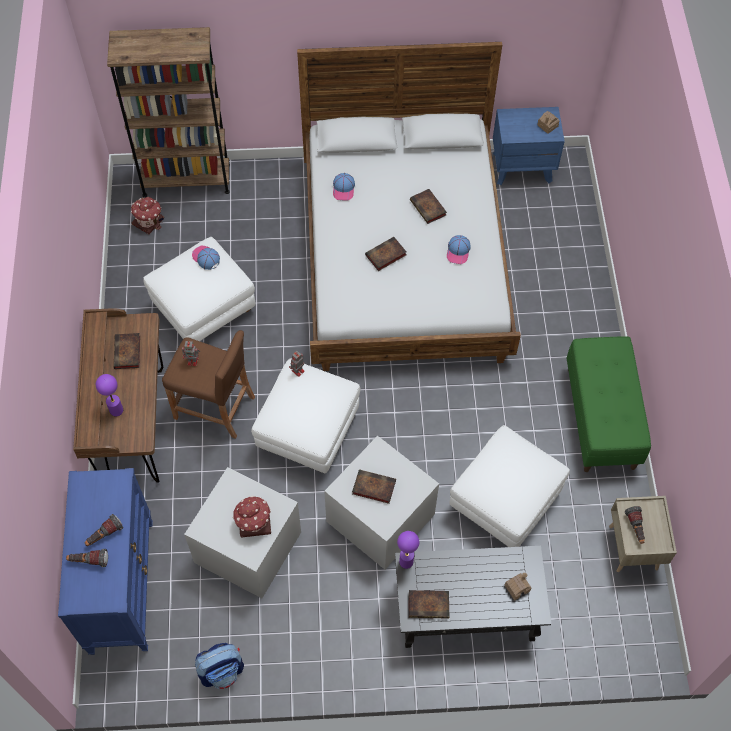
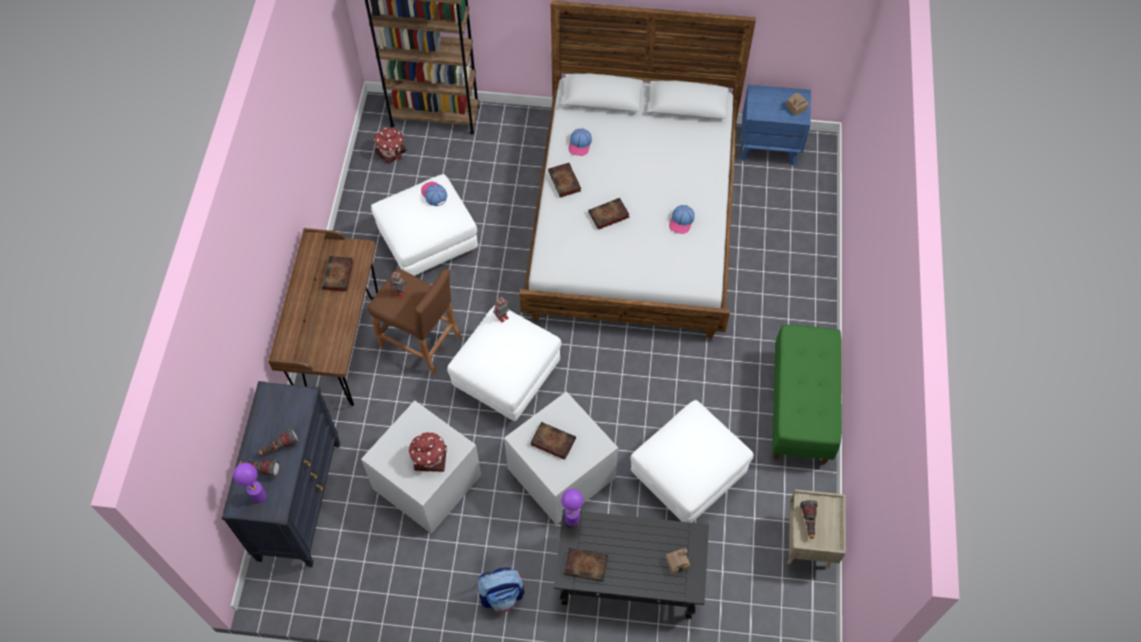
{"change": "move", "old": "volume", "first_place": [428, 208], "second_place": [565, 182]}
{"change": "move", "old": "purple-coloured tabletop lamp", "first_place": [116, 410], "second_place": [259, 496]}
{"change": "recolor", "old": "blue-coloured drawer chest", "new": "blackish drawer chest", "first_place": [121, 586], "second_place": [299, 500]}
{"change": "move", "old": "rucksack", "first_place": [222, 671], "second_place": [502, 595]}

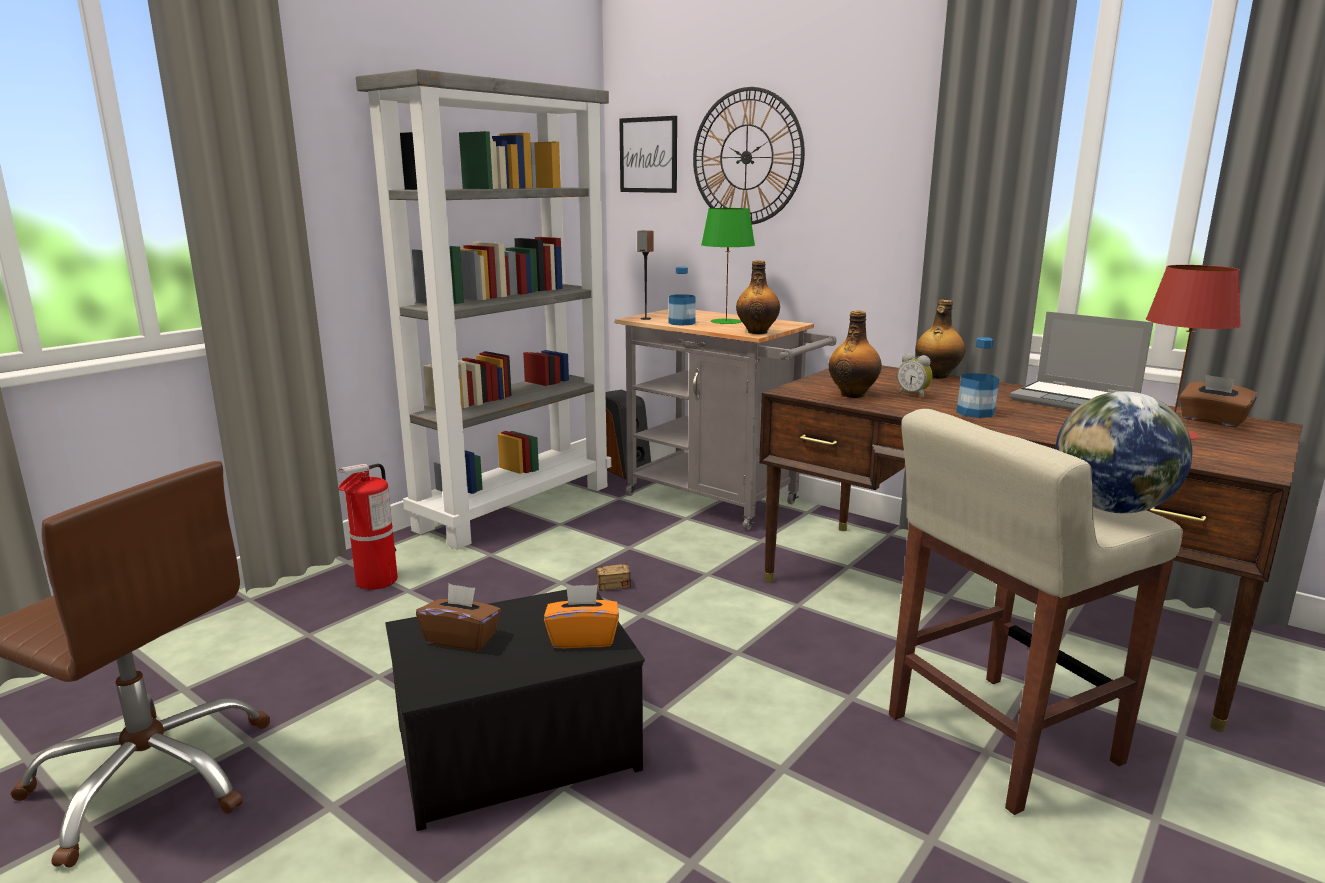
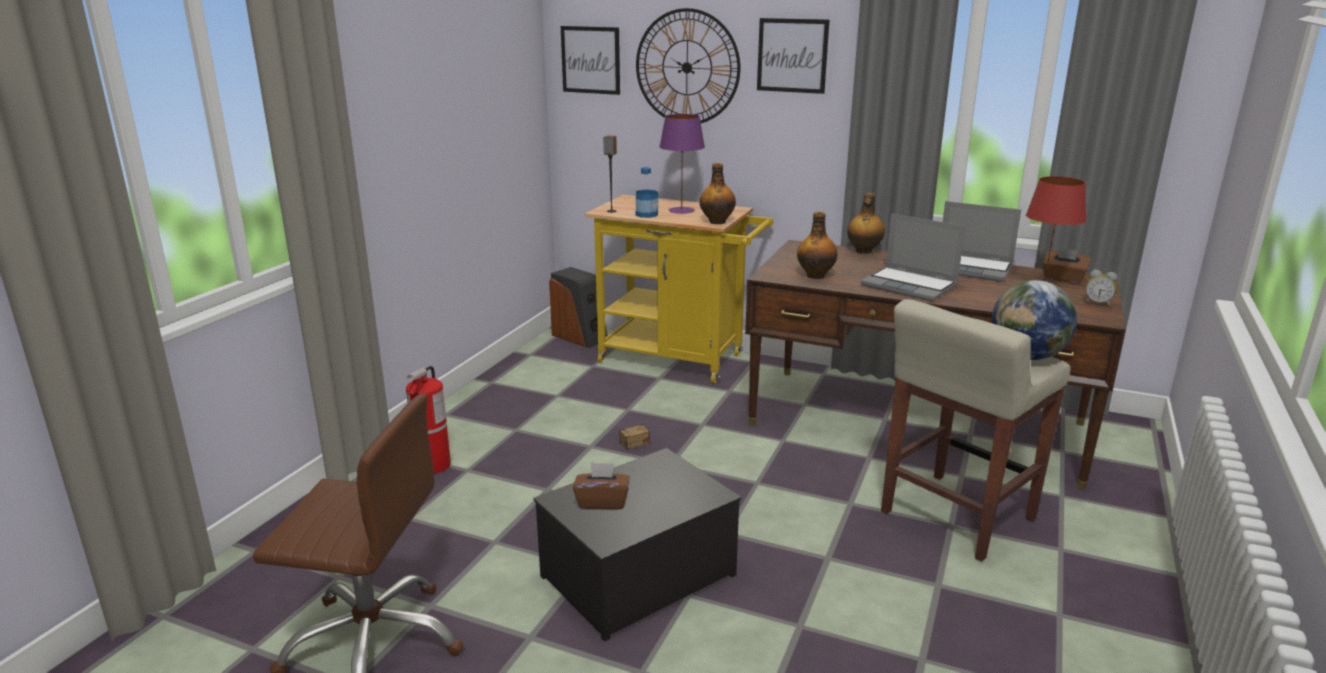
{"change": "delete", "old": "gray bookcase", "first_place": [515, 506]}
{"change": "recolor", "old": "greenish tabletop lamp", "new": "purple-coloured tabletop lamp", "first_place": [726, 321], "second_place": [681, 210]}
{"change": "recolor", "old": "gray wheeled cart", "new": "yellow wheeled cart", "first_place": [720, 501], "second_place": [679, 360]}
{"change": "replace", "old": "drink bottle", "new": "laptop", "first_place": [975, 413], "second_place": [910, 286]}
{"change": "move", "old": "alarm clock", "first_place": [914, 394], "second_place": [1098, 304]}
{"change": "delete", "old": "orangey box of tissues", "first_place": [582, 638]}
{"change": "insert", "new": "picture", "second_place": [792, 55]}

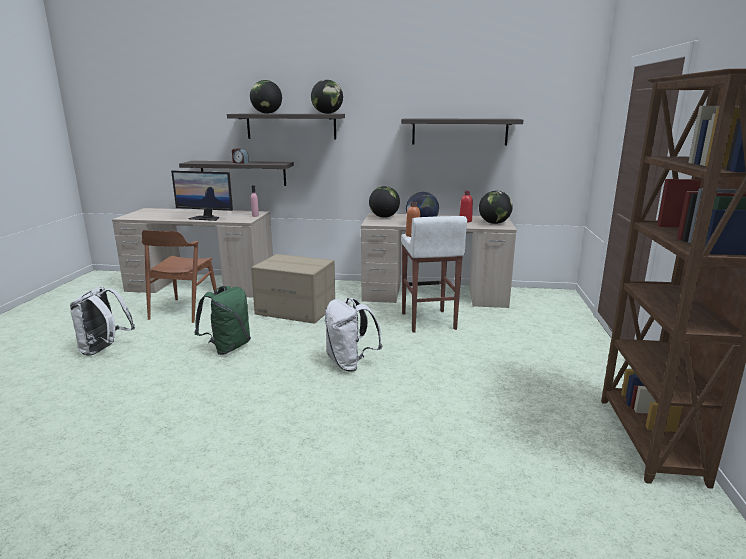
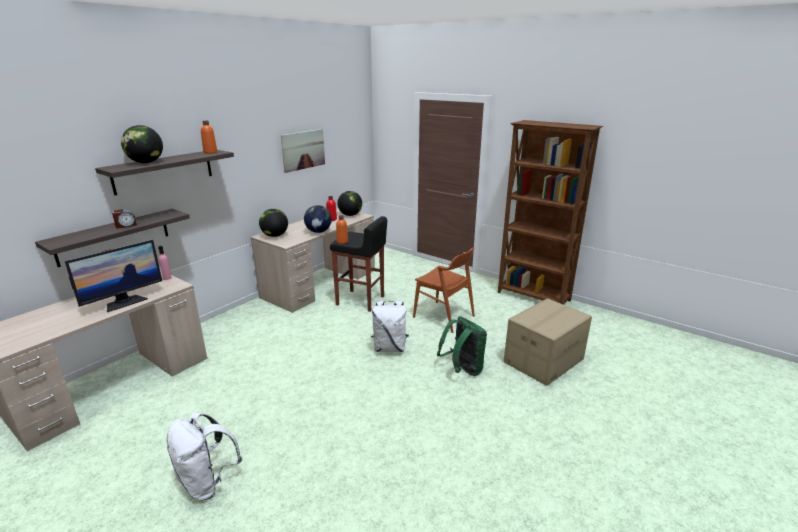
{"change": "replace", "old": "desk globe", "new": "orangey drink bottle", "first_place": [327, 113], "second_place": [210, 152]}
{"change": "replace", "old": "bracket shelf", "new": "picture", "first_place": [459, 131], "second_place": [303, 150]}
{"change": "recolor", "old": "white sitting stool", "new": "blackish sitting stool", "first_place": [428, 321], "second_place": [360, 301]}
{"change": "move", "old": "brown upright chair", "first_place": [184, 310], "second_place": [444, 316]}
{"change": "move", "old": "packing box", "first_place": [296, 310], "second_place": [543, 360]}
{"change": "move", "old": "greenish rucksack", "first_place": [228, 347], "second_place": [462, 370]}

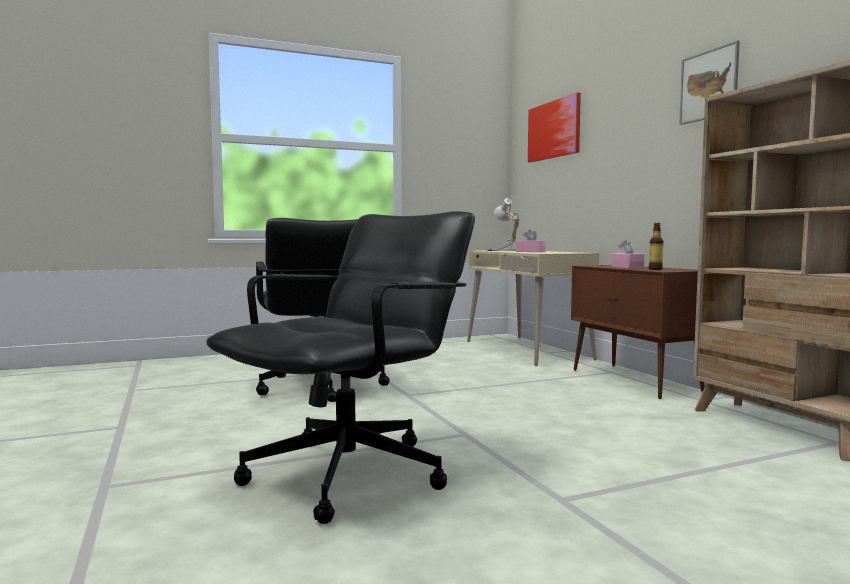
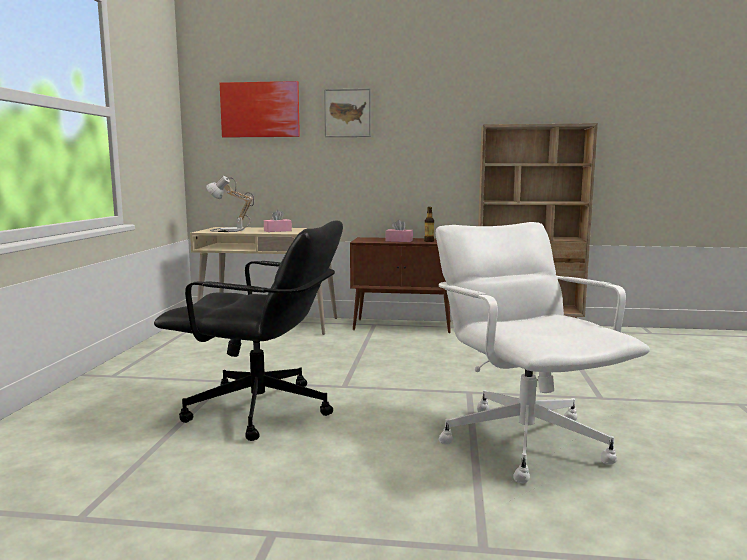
{"change": "move", "old": "picture", "first_place": [708, 85], "second_place": [347, 113]}
{"change": "recolor", "old": "blackish office chair", "new": "white office chair", "first_place": [350, 474], "second_place": [524, 441]}

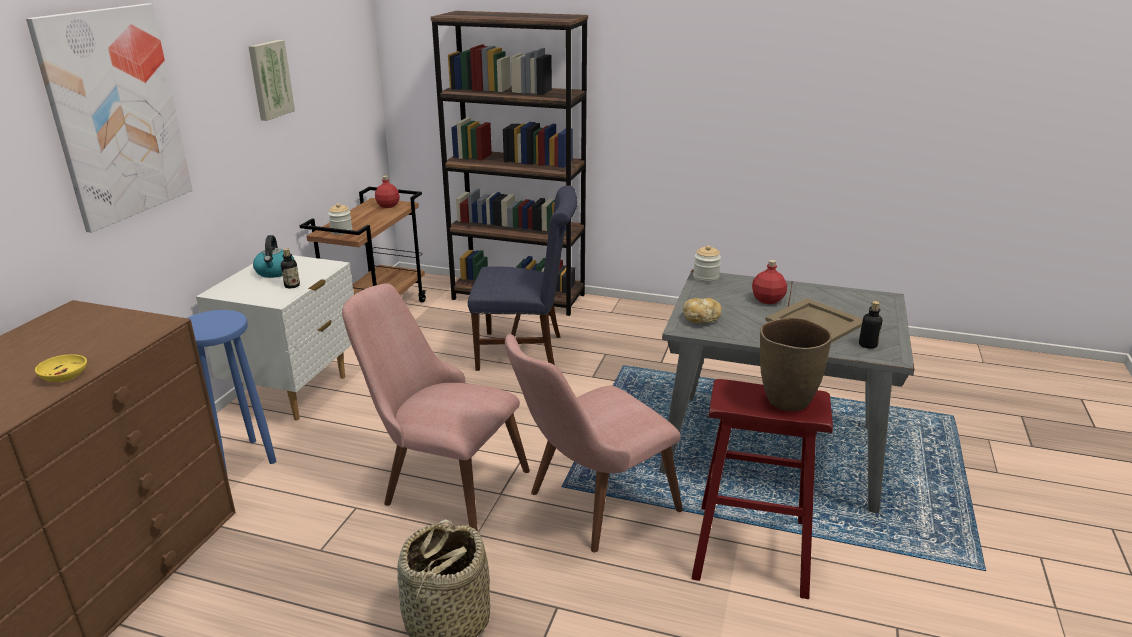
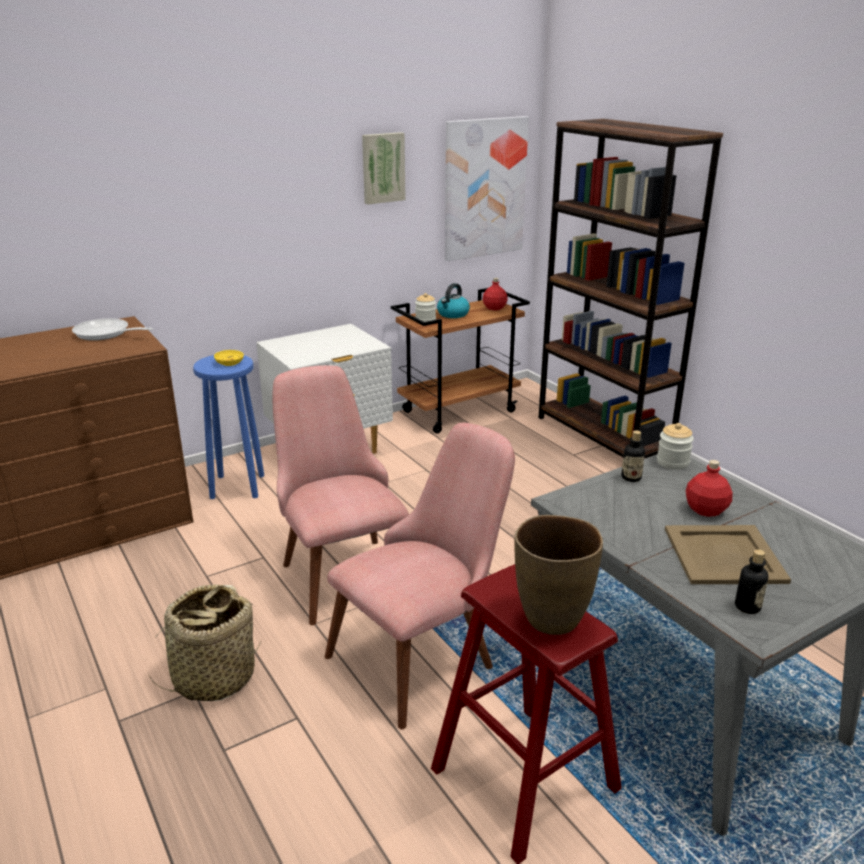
{"change": "move", "old": "picture", "first_place": [116, 115], "second_place": [484, 188]}
{"change": "delete", "old": "blue-coloured upright chair", "first_place": [526, 352]}
{"change": "move", "old": "kettle", "first_place": [275, 272], "second_place": [453, 314]}
{"change": "move", "old": "drink bottle", "first_place": [292, 285], "second_place": [631, 477]}
{"change": "delete", "old": "bread", "first_place": [701, 319]}
{"change": "rotate", "old": "pinkish upright chair", "first_place": [589, 508], "second_place": [425, 652], "degrees": 135}
{"change": "move", "old": "yellow serving bowl", "first_place": [65, 376], "second_place": [230, 363]}
{"change": "insert", "new": "skillet", "second_place": [105, 334]}

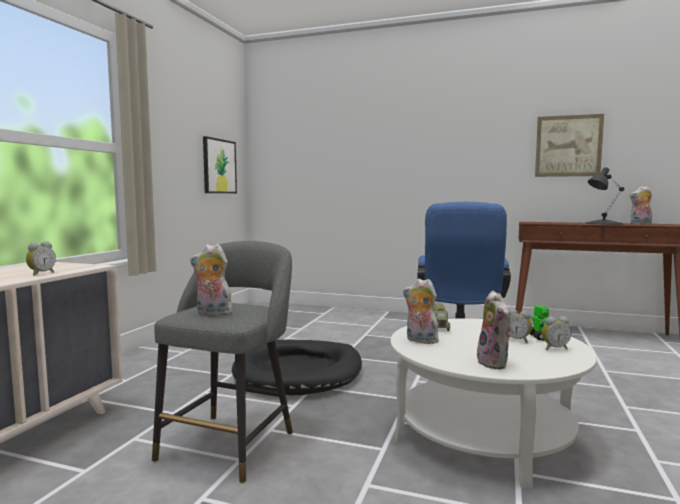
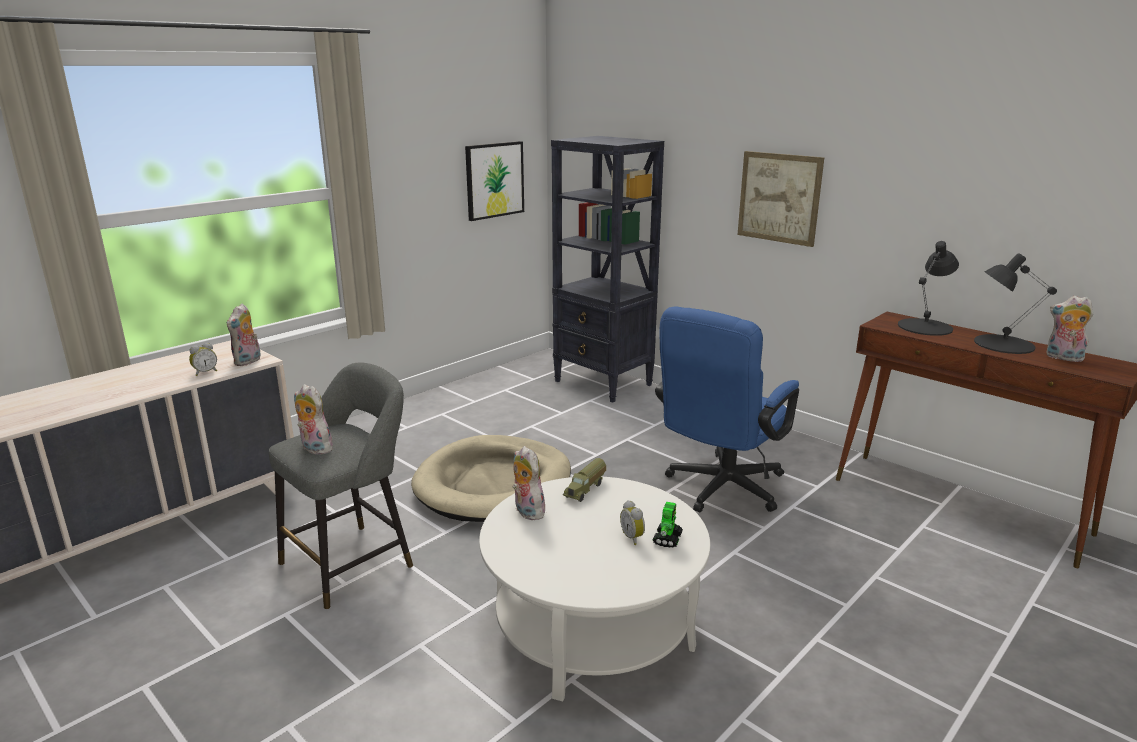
{"change": "move", "old": "picture", "first_place": [568, 146], "second_place": [779, 198]}
{"change": "move", "old": "plush toy", "first_place": [495, 363], "second_place": [248, 362]}
{"change": "delete", "old": "alarm clock", "first_place": [554, 348]}
{"change": "recolor", "old": "blackish dog cushion", "new": "sand-coloured dog cushion", "first_place": [298, 371], "second_place": [494, 484]}
{"change": "insert", "new": "blackish bookcase", "second_place": [603, 383]}
{"change": "insert", "new": "blackish tabletop lamp", "second_place": [925, 327]}

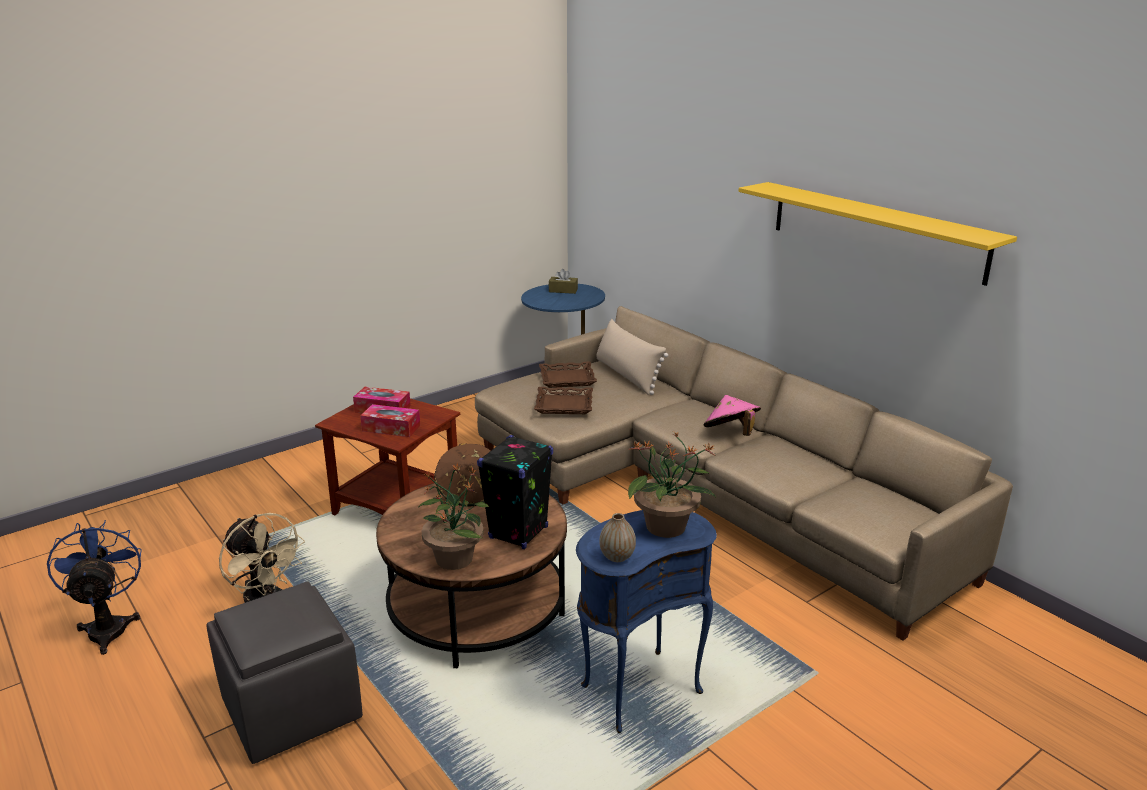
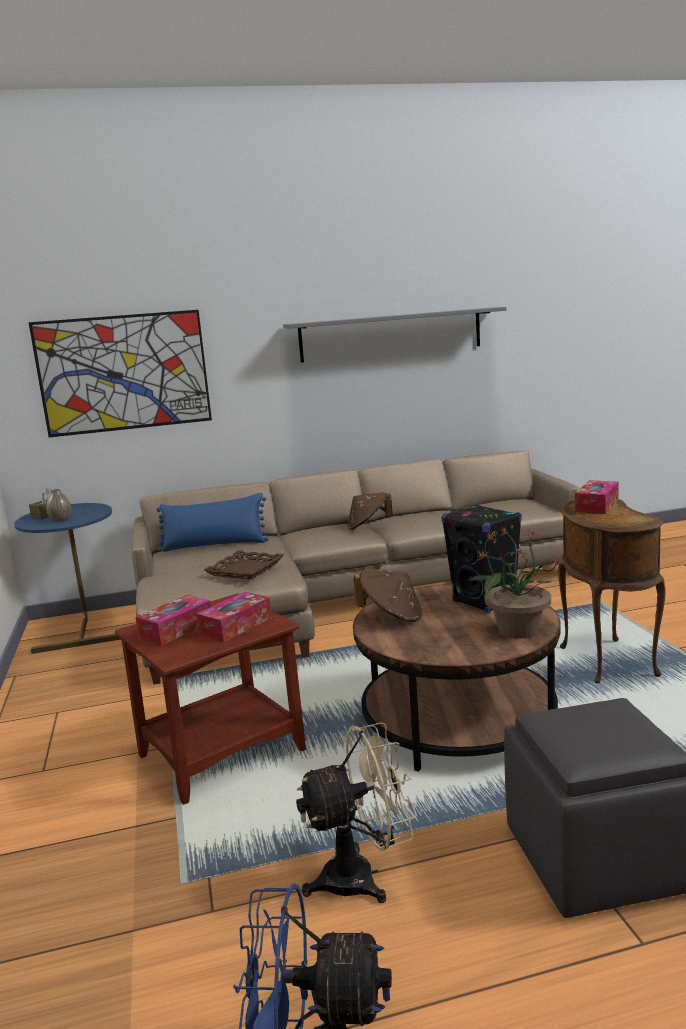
{"change": "recolor", "old": "yellow bracket shelf", "new": "gray bracket shelf", "first_place": [875, 230], "second_place": [391, 335]}
{"change": "recolor", "old": "sand-coloured pillow", "new": "blue-coloured pillow", "first_place": [627, 375], "second_place": [215, 545]}
{"change": "delete", "old": "brown carrying tray", "first_place": [567, 379]}
{"change": "recolor", "old": "pinkish clothing hat", "new": "brown clothing hat", "first_place": [731, 433], "second_place": [368, 526]}
{"change": "replace", "old": "potted plant", "new": "box of tissues", "first_place": [667, 527], "second_place": [596, 505]}
{"change": "recolor", "old": "blue-coloured side table", "new": "brown side table", "first_place": [638, 687], "second_place": [604, 662]}
{"change": "move", "old": "flower vase", "first_place": [617, 557], "second_place": [61, 520]}
{"change": "insert", "new": "picture", "second_place": [123, 373]}

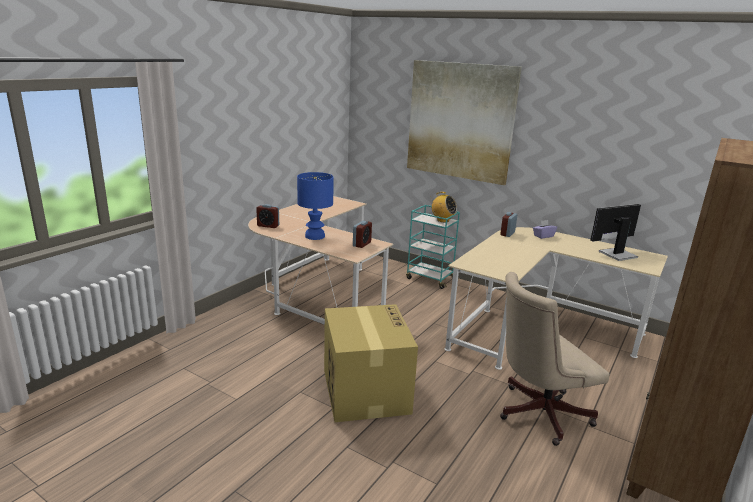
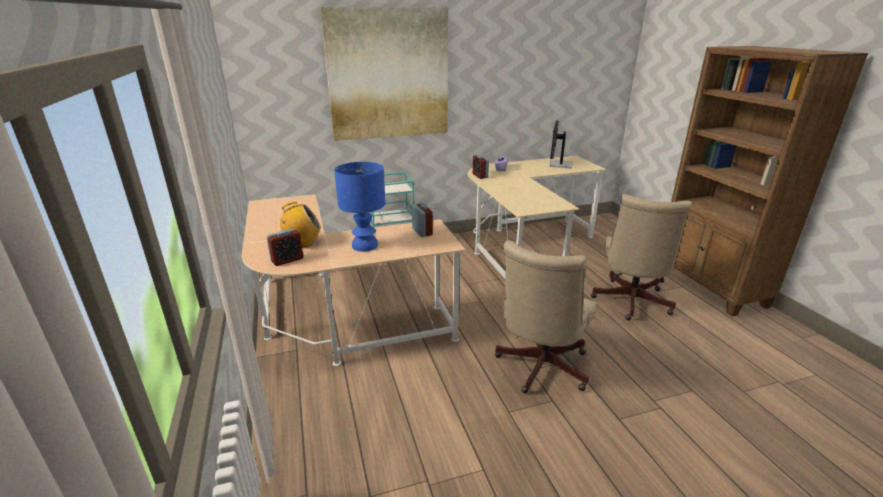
{"change": "move", "old": "radio set", "first_place": [442, 220], "second_place": [303, 243]}
{"change": "replace", "old": "packing box", "new": "sand-coloured office chair", "first_place": [365, 390], "second_place": [539, 368]}

